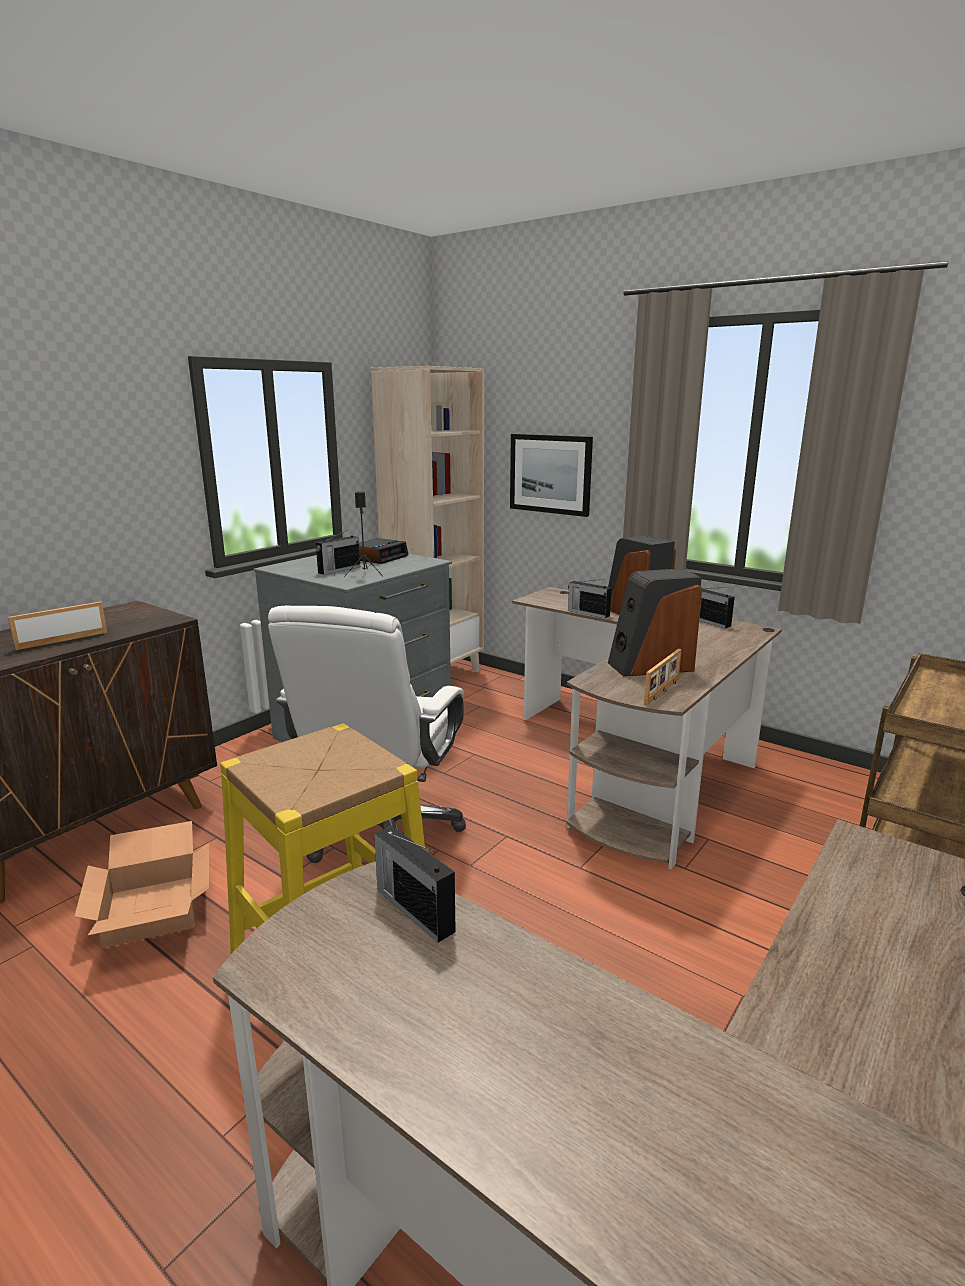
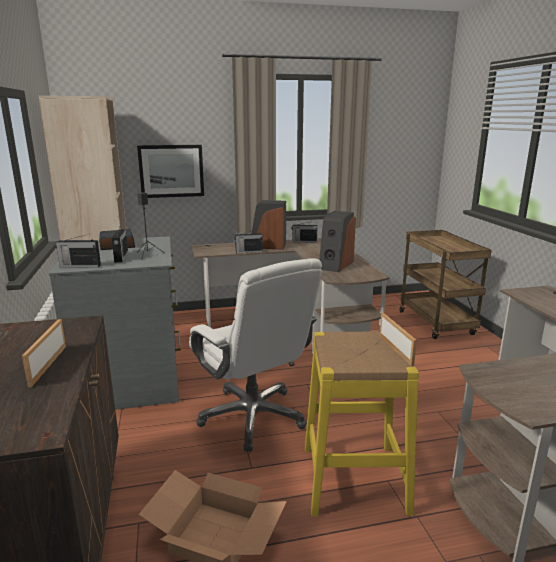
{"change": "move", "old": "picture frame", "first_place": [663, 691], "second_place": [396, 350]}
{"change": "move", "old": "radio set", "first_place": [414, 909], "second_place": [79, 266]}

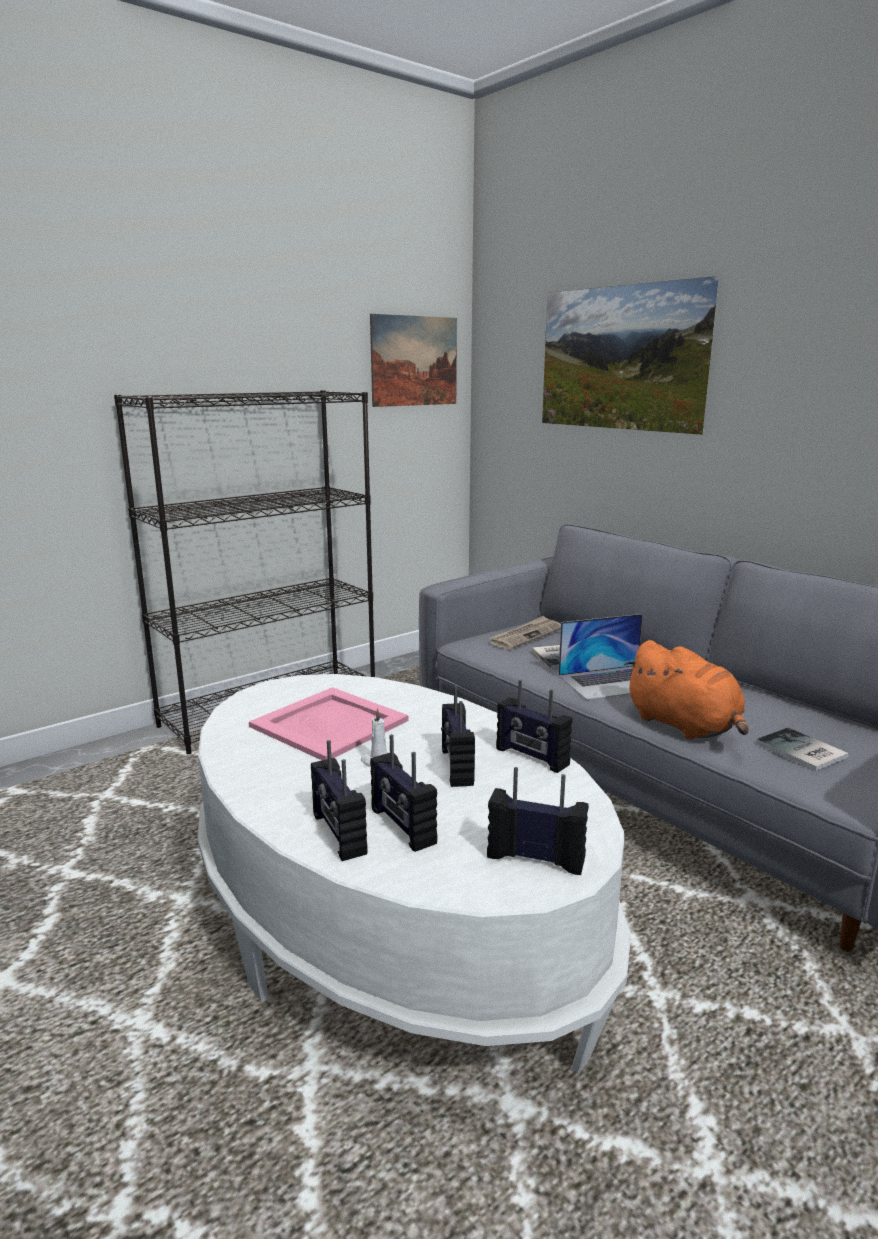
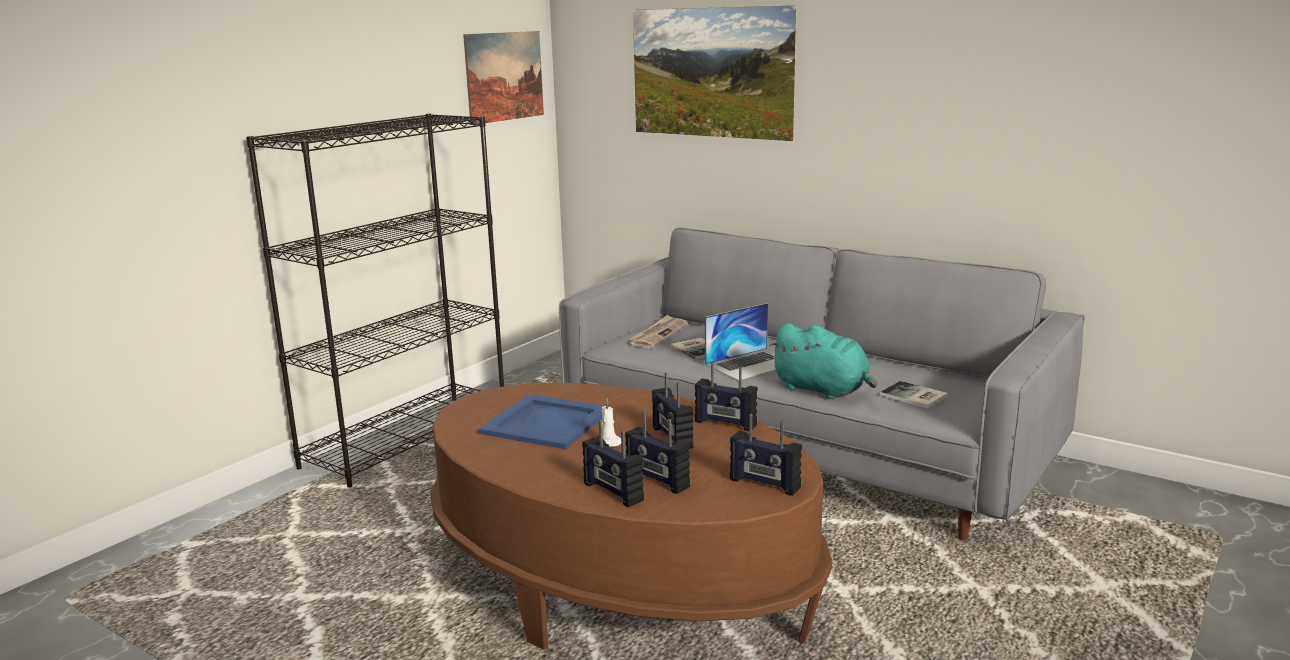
{"change": "recolor", "old": "orangey plush toy", "new": "blue-green plush toy", "first_place": [685, 726], "second_place": [823, 390]}
{"change": "recolor", "old": "white coffee table", "new": "brown coffee table", "first_place": [391, 923], "second_place": [619, 582]}
{"change": "recolor", "old": "pinkish carrying tray", "new": "blue-coloured carrying tray", "first_place": [329, 723], "second_place": [545, 421]}
{"change": "rotate", "old": "radio set", "first_place": [536, 857], "second_place": [764, 484], "degrees": -150}

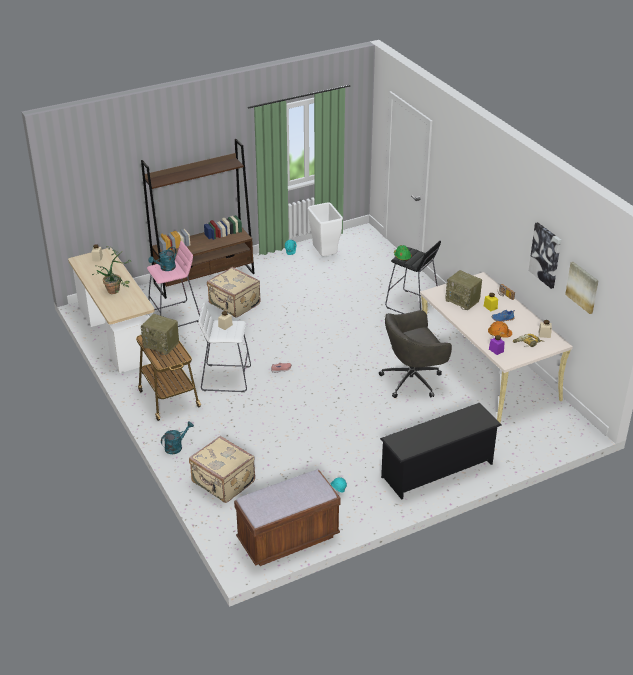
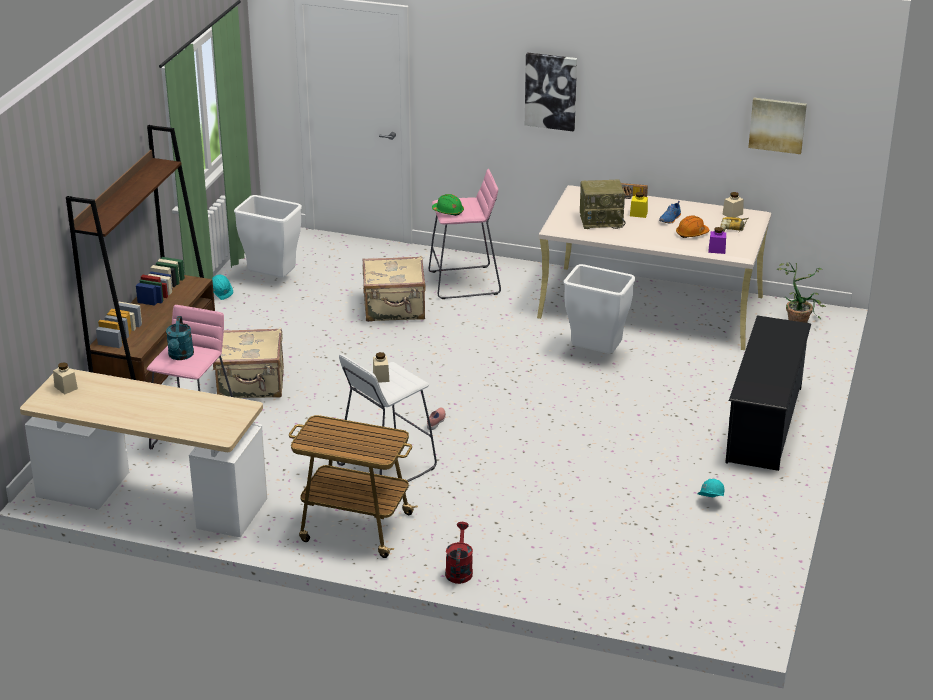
{"change": "move", "old": "picture", "first_place": [546, 255], "second_place": [551, 91]}
{"change": "recolor", "old": "blackish sitting stool", "new": "pinkish sitting stool", "first_place": [412, 305], "second_place": [465, 283]}
{"change": "move", "old": "potted plant", "first_place": [116, 290], "second_place": [798, 322]}
{"change": "replace", "old": "gray office chair", "new": "white waste bin", "first_place": [413, 380], "second_place": [595, 355]}
{"change": "delete", "old": "radio set", "first_place": [162, 345]}
{"change": "recolor", "old": "blue-green watering can", "new": "red-coloured watering can", "first_place": [176, 447], "second_place": [459, 570]}
{"change": "move", "old": "sand-coloured travel case", "first_place": [223, 483], "second_place": [395, 309]}
{"change": "delete", "old": "brown long seat", "first_place": [288, 538]}

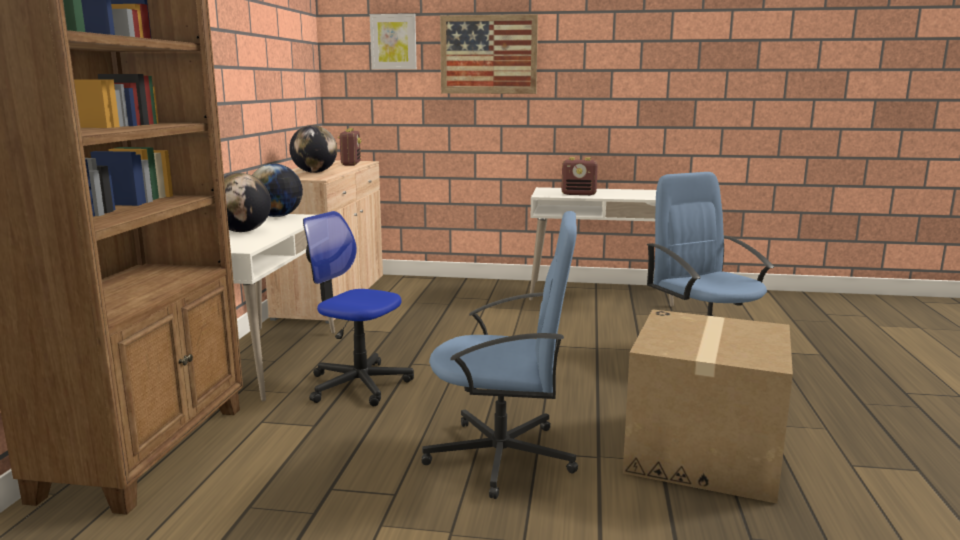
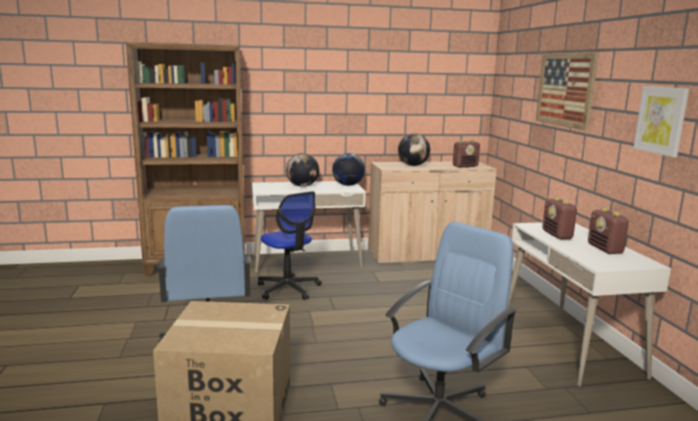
{"change": "move", "old": "picture", "first_place": [393, 42], "second_place": [661, 120]}
{"change": "rotate", "old": "office chair", "first_place": [358, 384], "second_place": [288, 289], "degrees": 135}
{"change": "insert", "new": "radio set", "second_place": [605, 249]}

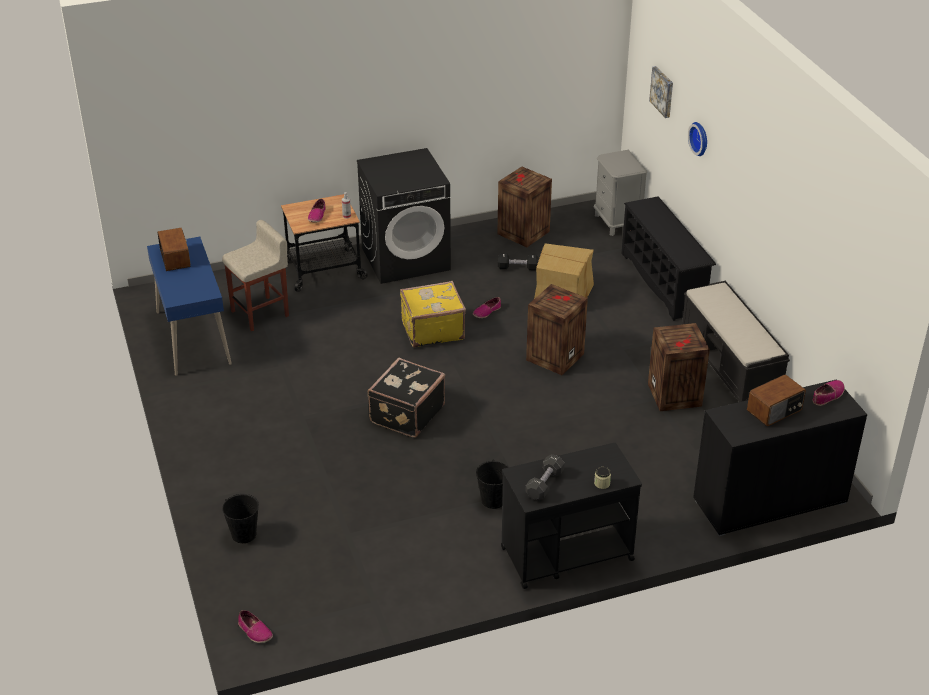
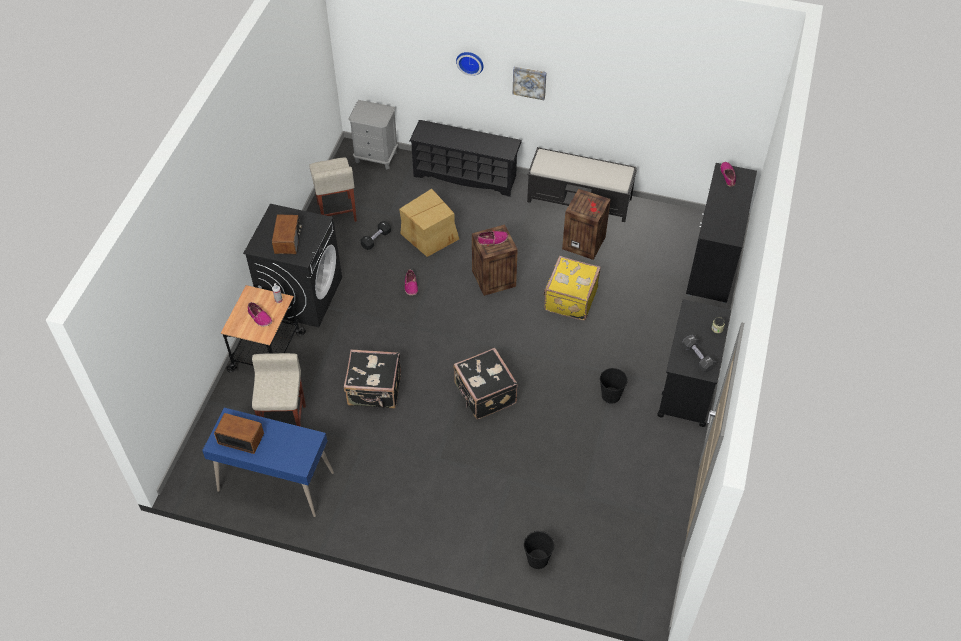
{"change": "move", "old": "picture", "first_place": [663, 91], "second_place": [529, 82]}
{"change": "replace", "old": "packing crate", "new": "sand-coloured sitting stool", "first_place": [522, 233], "second_place": [337, 212]}
{"change": "move", "old": "yellow travel case", "first_place": [432, 329], "second_place": [569, 299]}
{"change": "move", "old": "radio set", "first_place": [775, 411], "second_place": [288, 241]}
{"change": "move", "old": "shoe", "first_place": [255, 631], "second_place": [492, 240]}
{"change": "insert", "new": "blackish travel case", "second_place": [374, 390]}

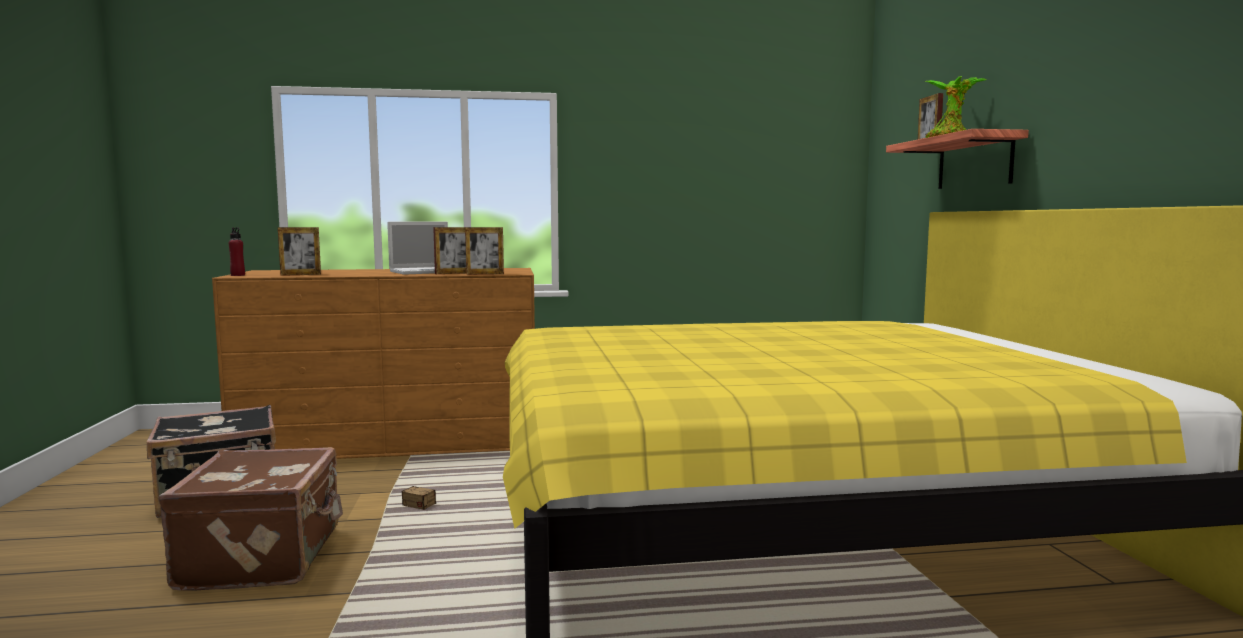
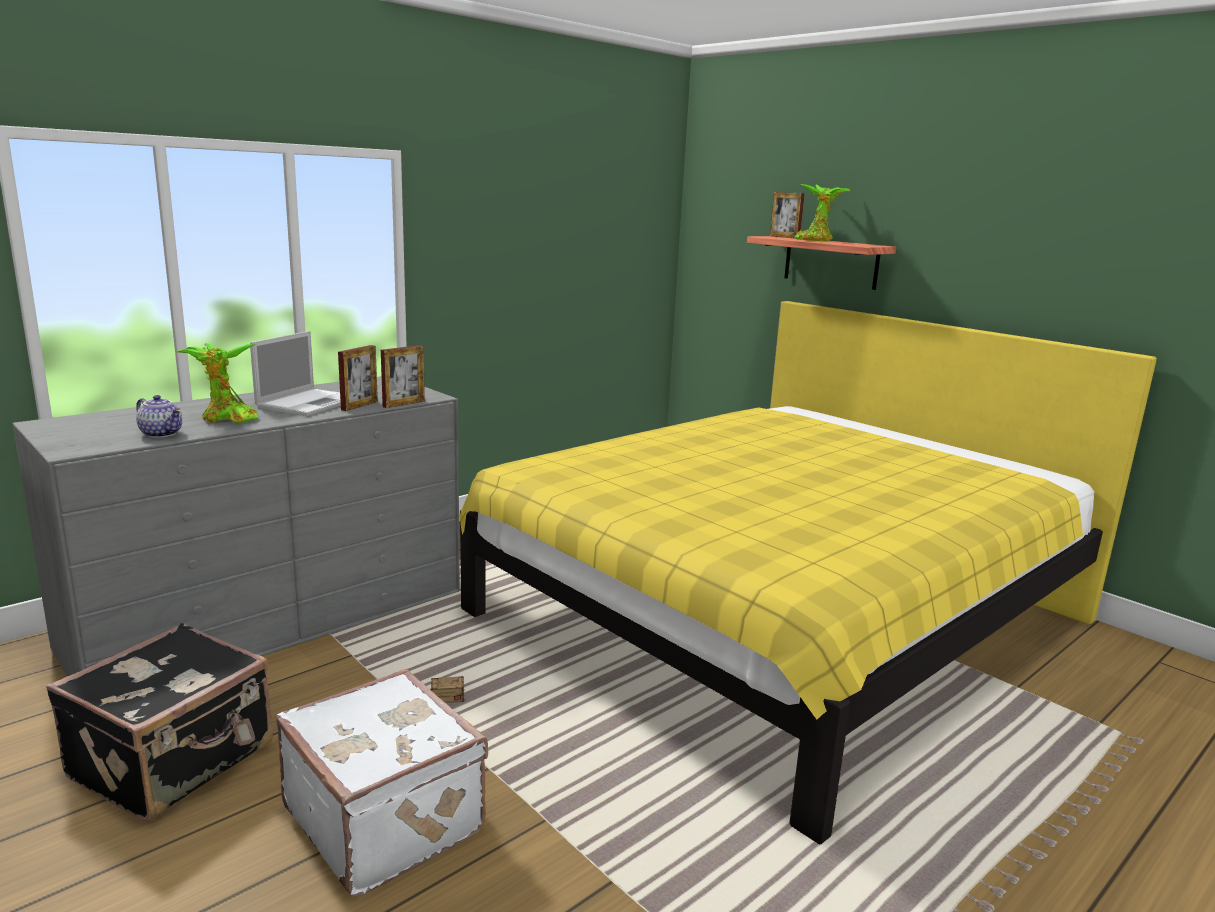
{"change": "delete", "old": "red-coloured drink bottle", "first_place": [238, 275]}
{"change": "replace", "old": "picture frame", "new": "teapot", "first_place": [300, 274], "second_place": [162, 434]}
{"change": "recolor", "old": "brown drawer chest", "new": "gray drawer chest", "first_place": [394, 440], "second_place": [272, 617]}
{"change": "recolor", "old": "brown travel case", "new": "white travel case", "first_place": [265, 557], "second_place": [386, 818]}
{"change": "insert", "new": "potted plant", "second_place": [227, 419]}

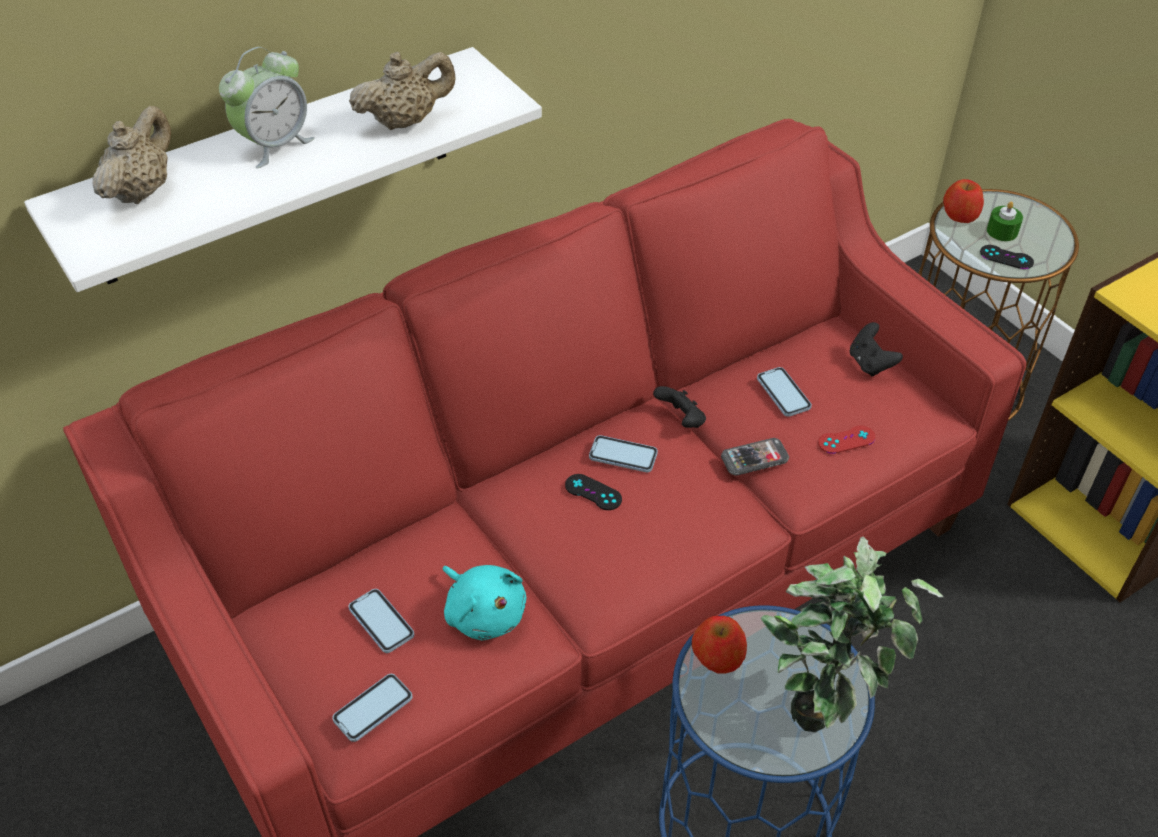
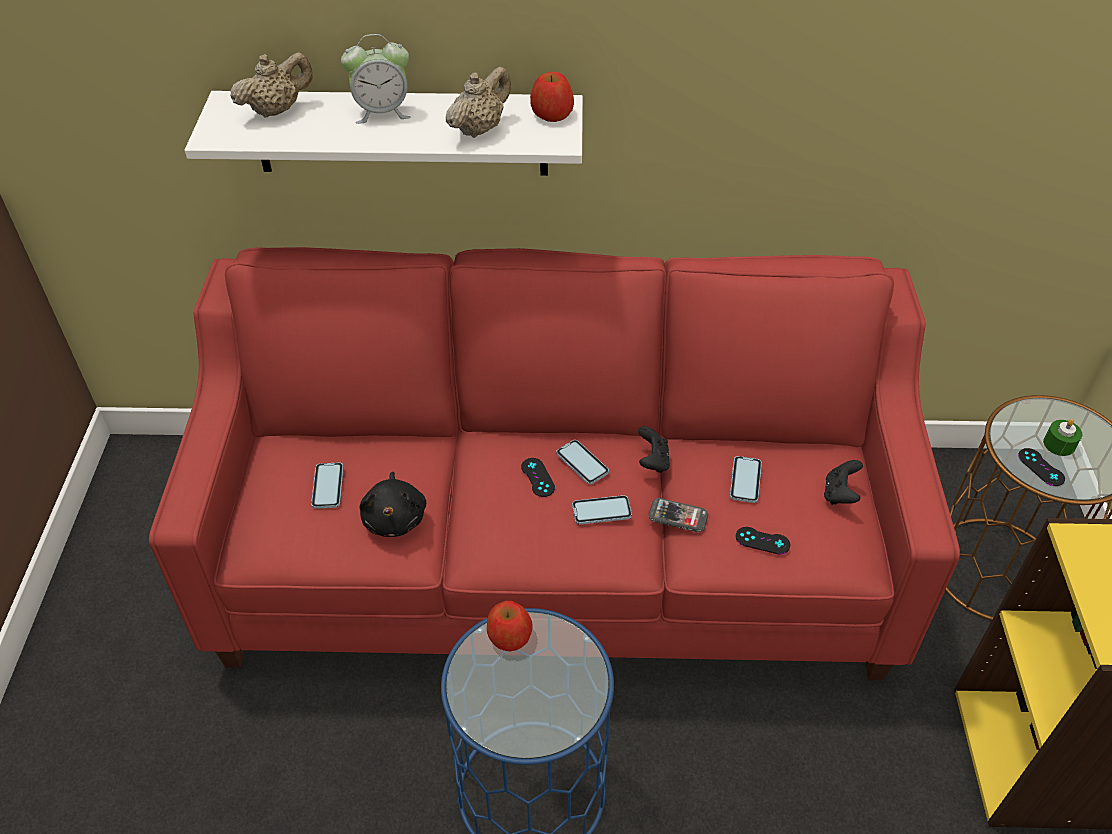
{"change": "rotate", "old": "sand-coloured teapot", "first_place": [406, 121], "second_place": [479, 129], "degrees": -60}
{"change": "move", "old": "whole apple", "first_place": [960, 214], "second_place": [552, 113]}
{"change": "recolor", "old": "red-coloured game controller", "new": "blackish game controller", "first_place": [846, 440], "second_place": [762, 541]}
{"change": "delete", "old": "potted plant", "first_place": [824, 700]}
{"change": "recolor", "old": "blue-green plush toy", "new": "blackish plush toy", "first_place": [484, 613], "second_place": [395, 517]}
{"change": "move", "old": "phone", "first_place": [373, 709], "second_place": [601, 511]}

